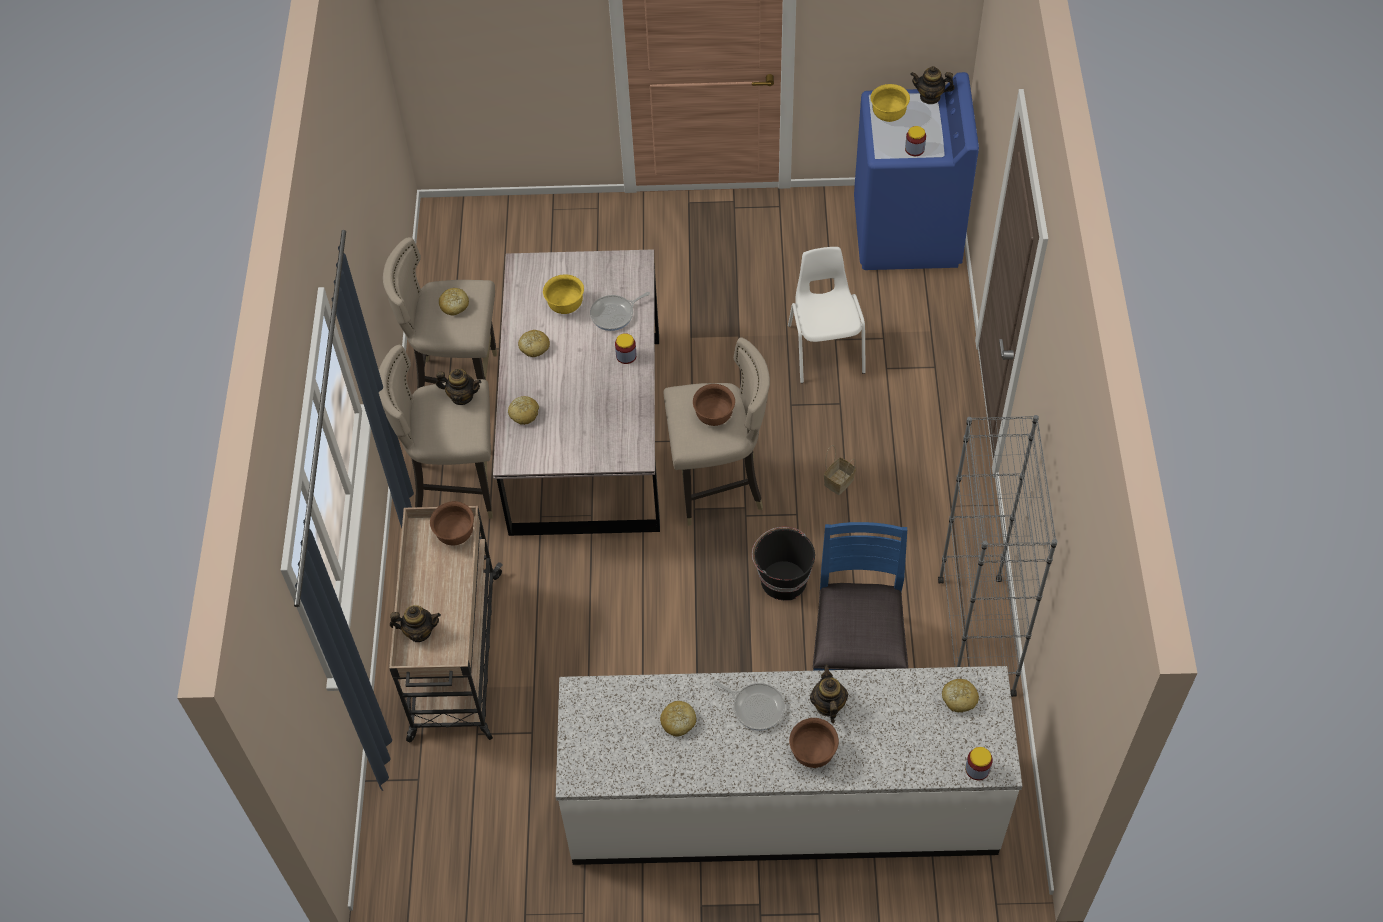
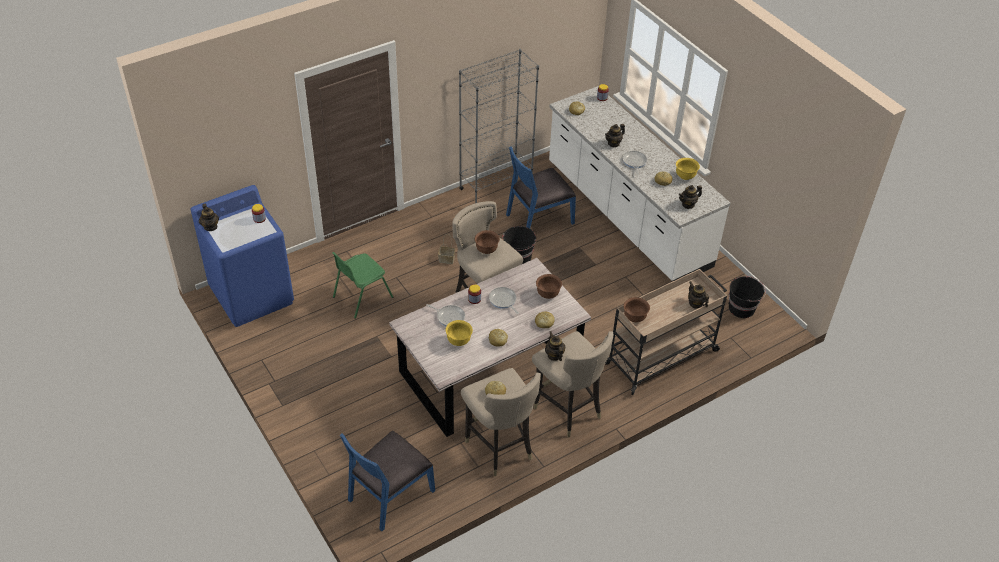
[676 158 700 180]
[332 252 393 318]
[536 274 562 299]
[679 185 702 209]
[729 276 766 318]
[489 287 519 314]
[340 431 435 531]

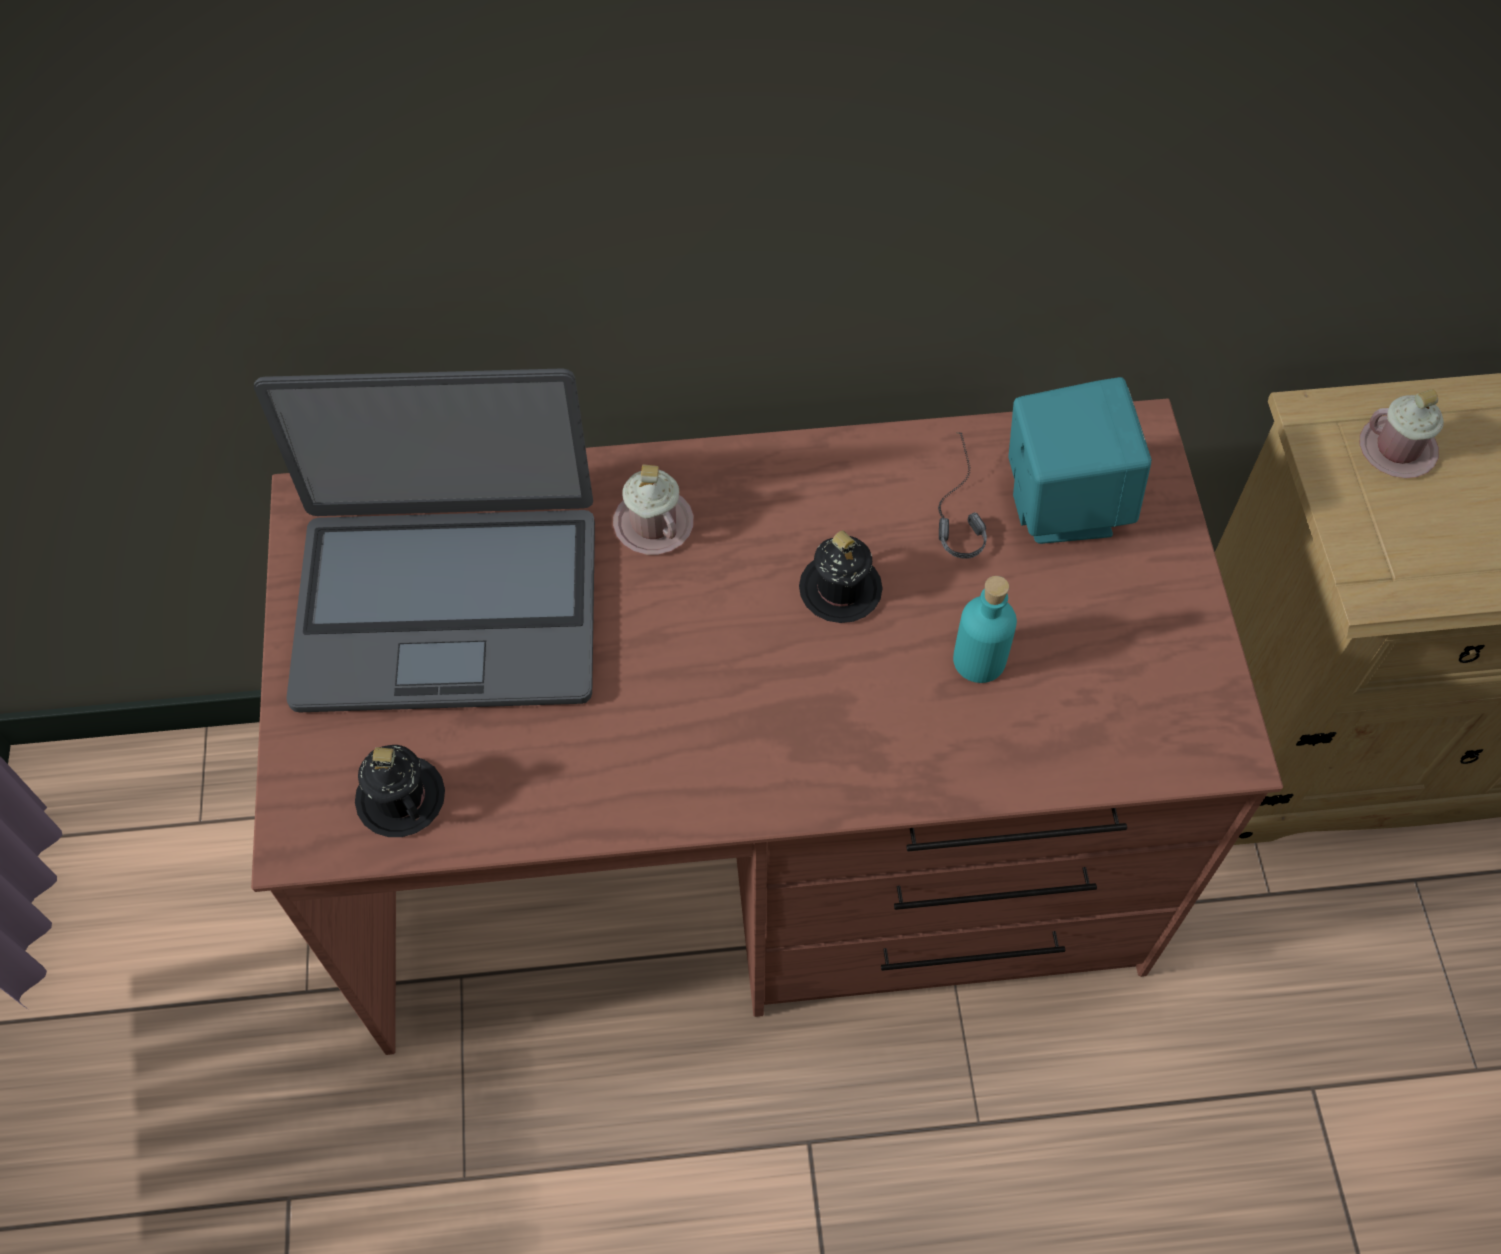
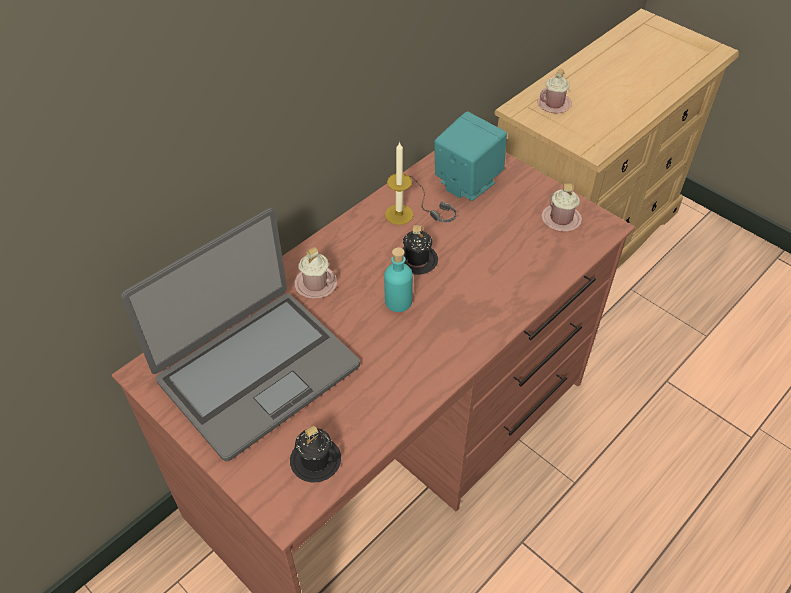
[384 247 413 312]
[385 141 413 225]
[541 184 582 232]

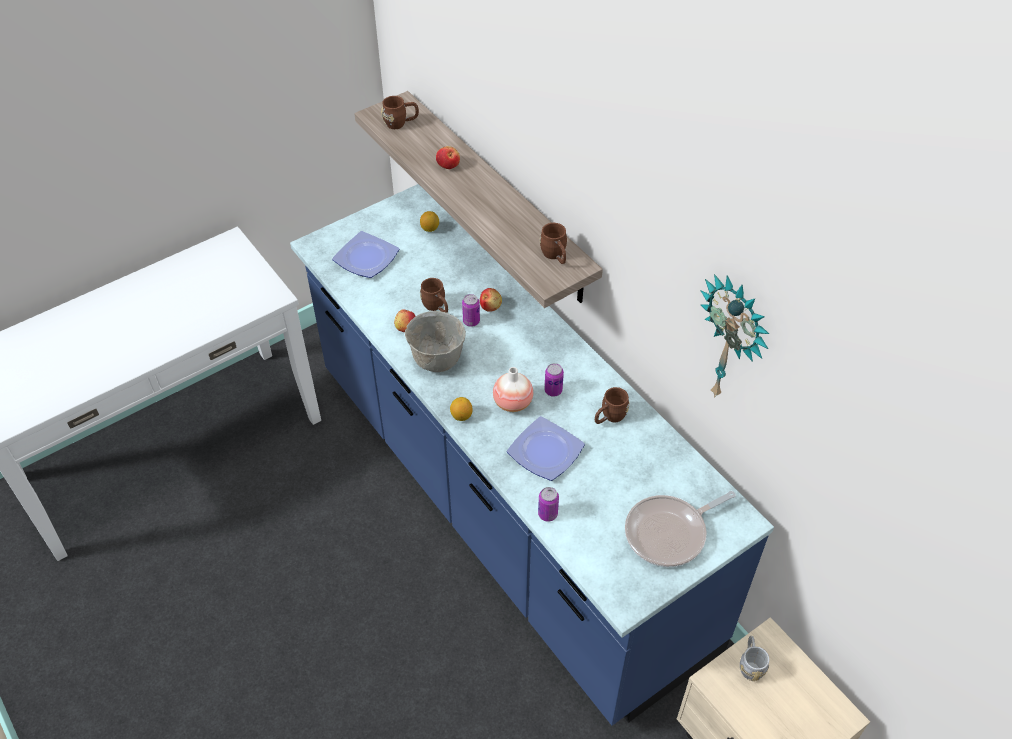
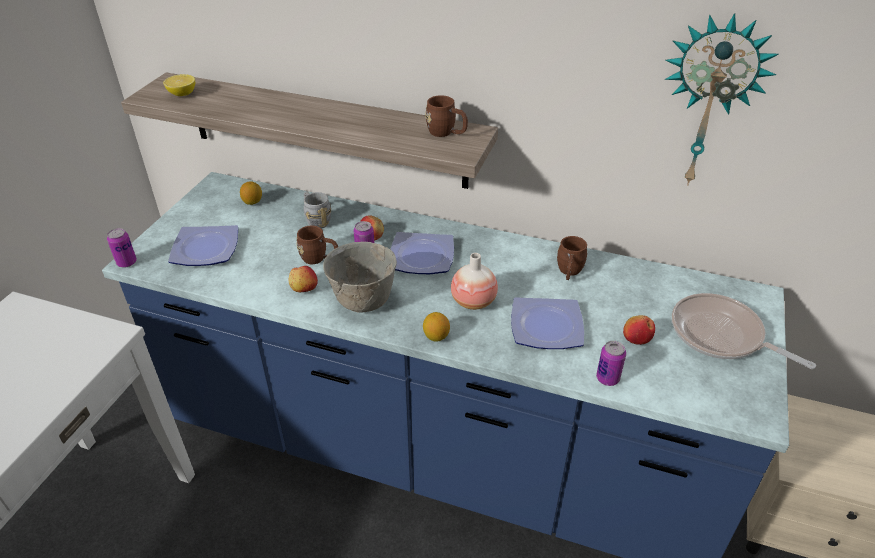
[163 74 195 96]
[623 315 655 345]
[107 228 137 268]
[672 293 816 369]
[304 191 331 229]
[390 232 454 274]

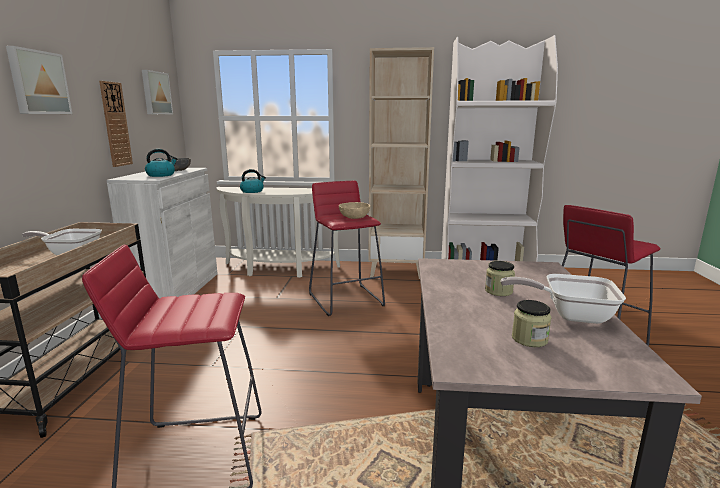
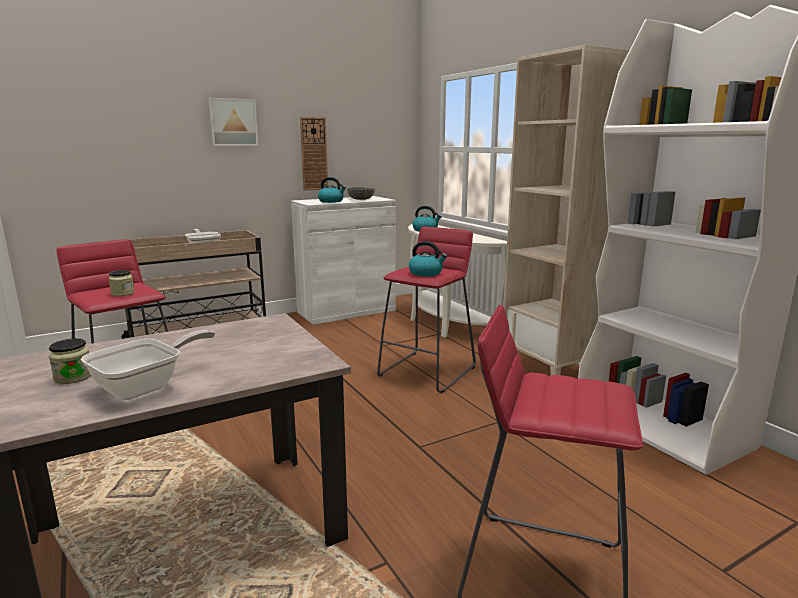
[142 70 173 114] (first image)
[409 241 447 276]
[109 270 134 296]
[81 330 215 400]

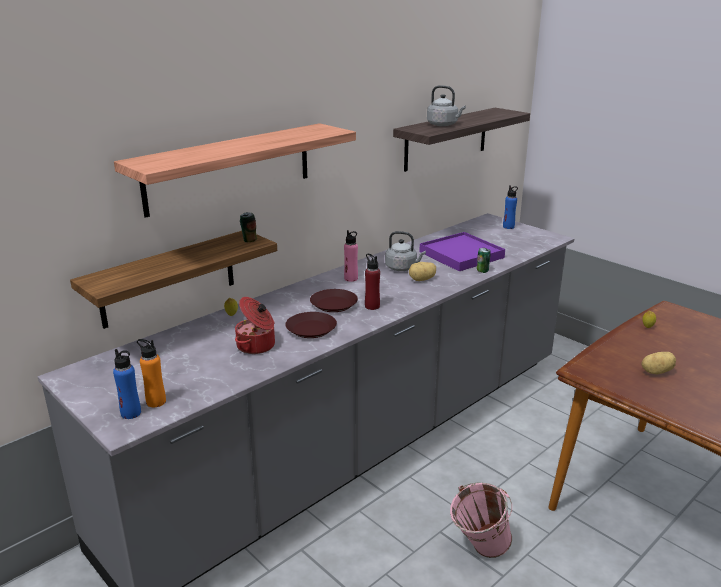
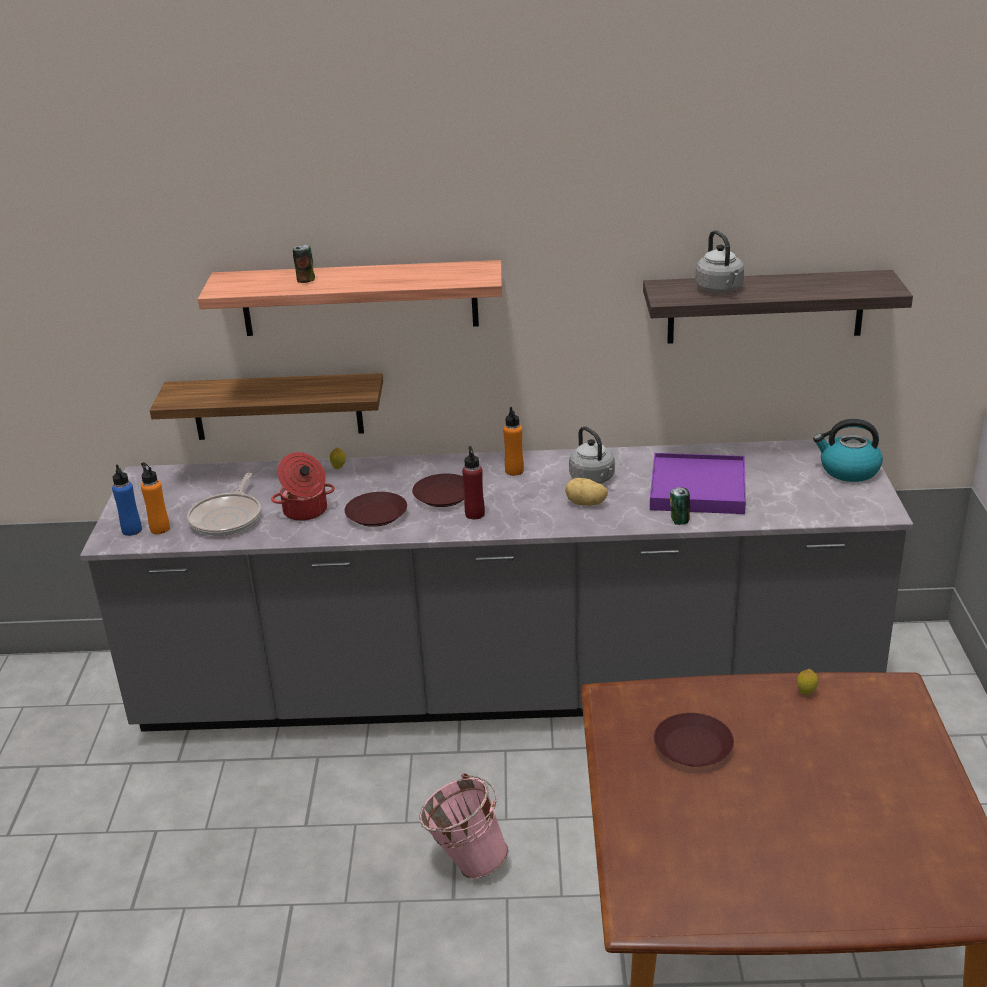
[813 419 883 482]
[293 245 315 283]
[503 407 524 476]
[654 713 734 767]
[187 473 261 536]

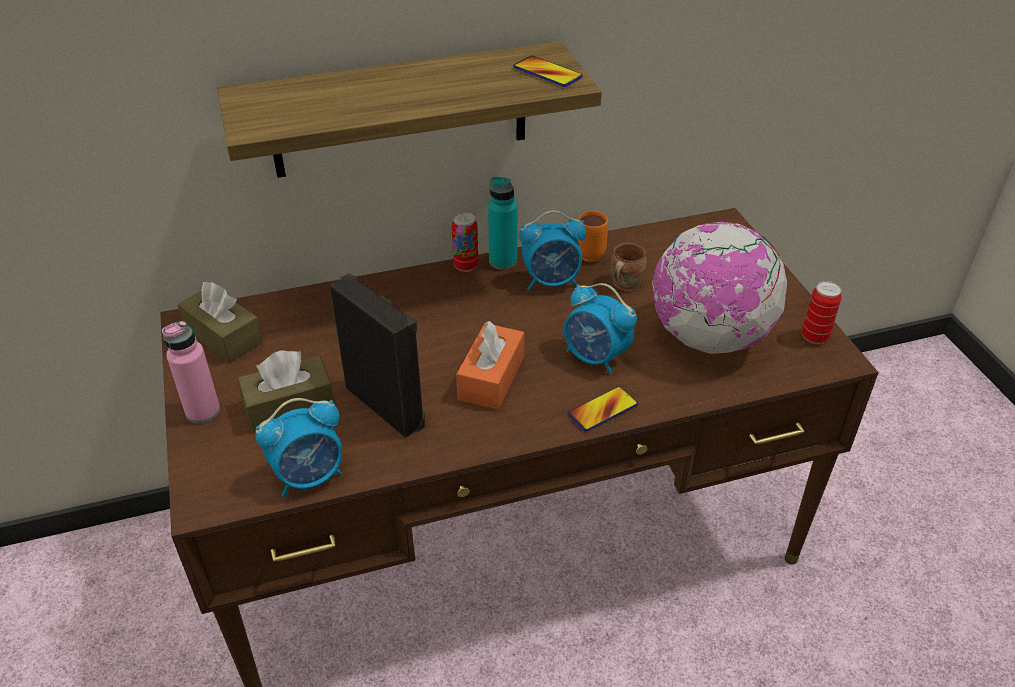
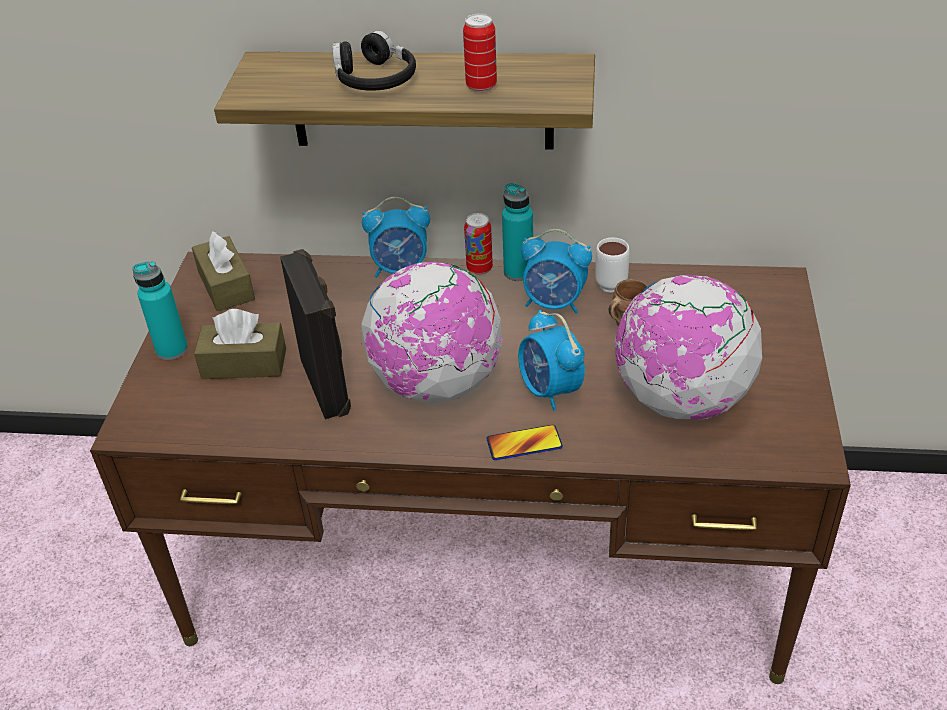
[513 56 583 87] (first image)
[595 238 630 293]
[463 13 497 92]
[132 261 188 360]
[361 262 502 403]
[362 197 430 278]
[332 30 416 91]

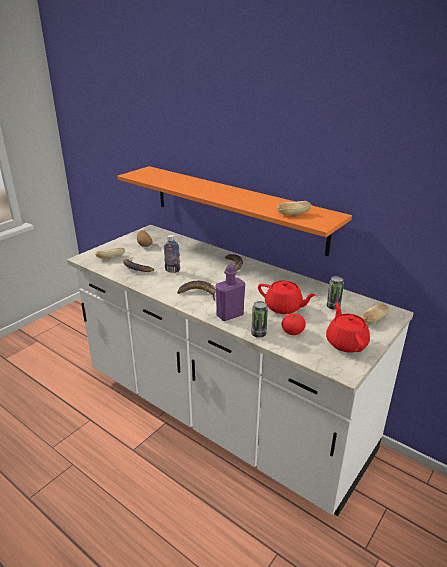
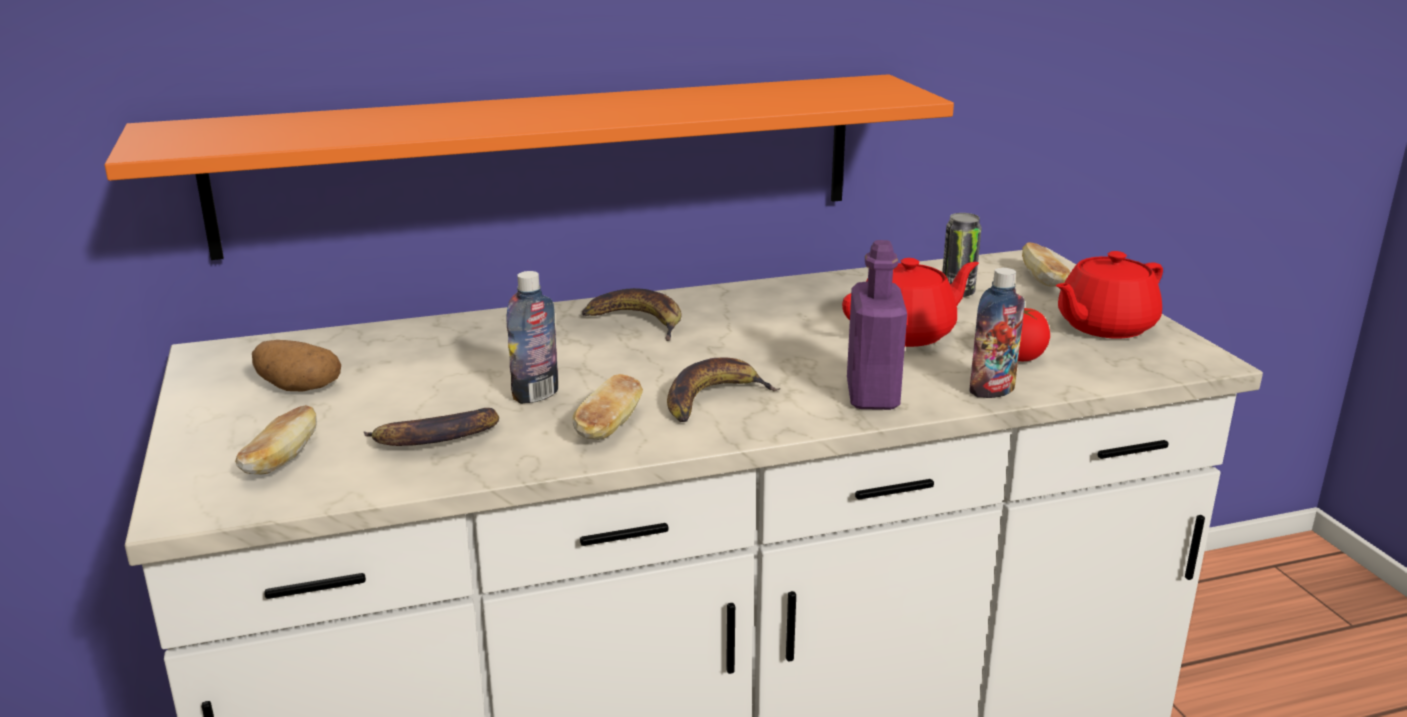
[573 374 643 440]
[970 268 1025 398]
[1056 251 1163 339]

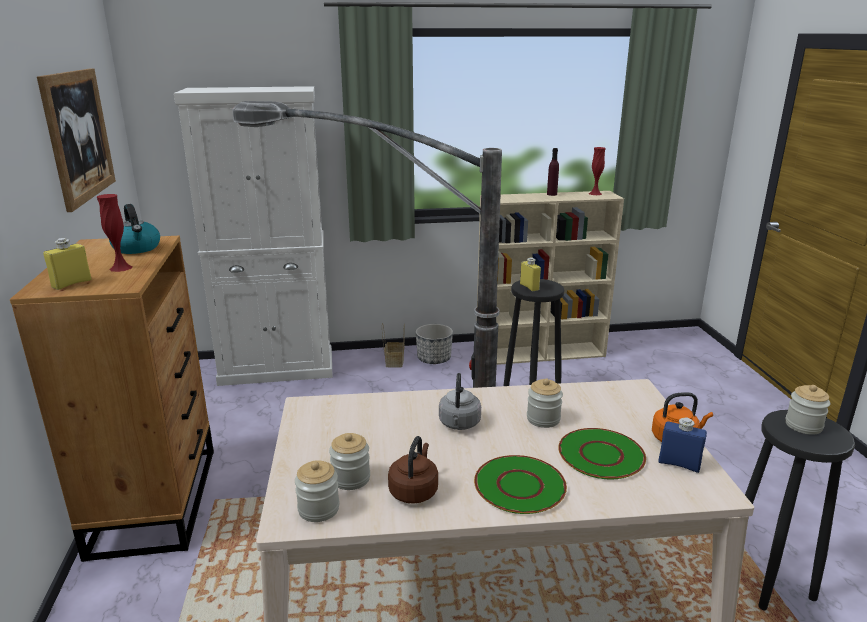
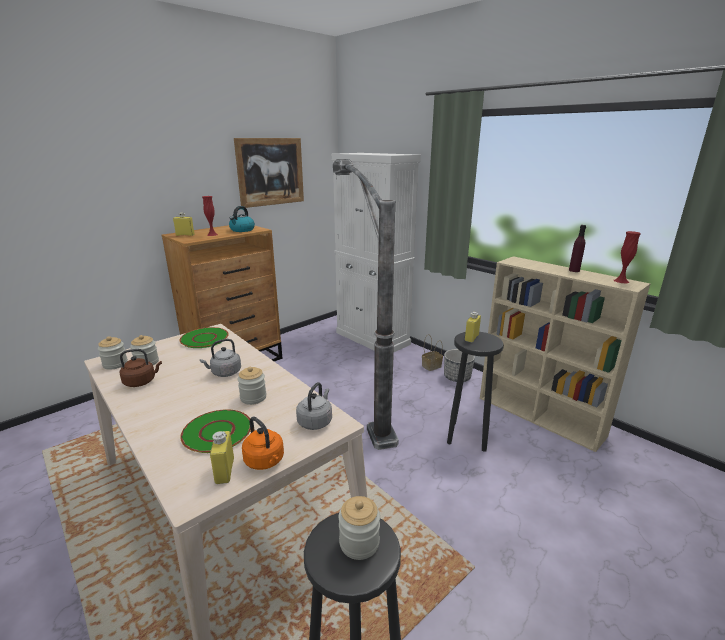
[210 431 234 484]
[180 327 229 348]
[296 382 332 430]

